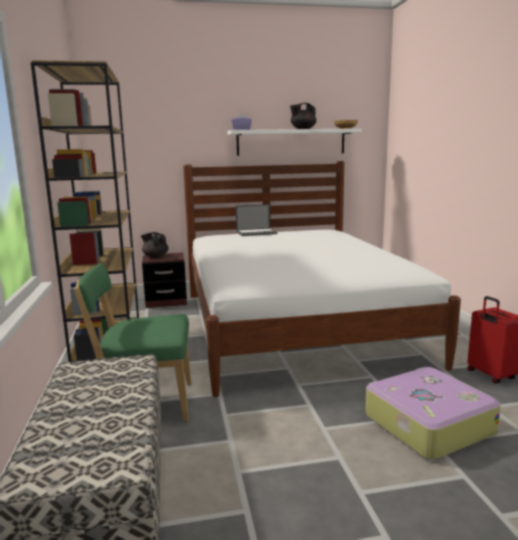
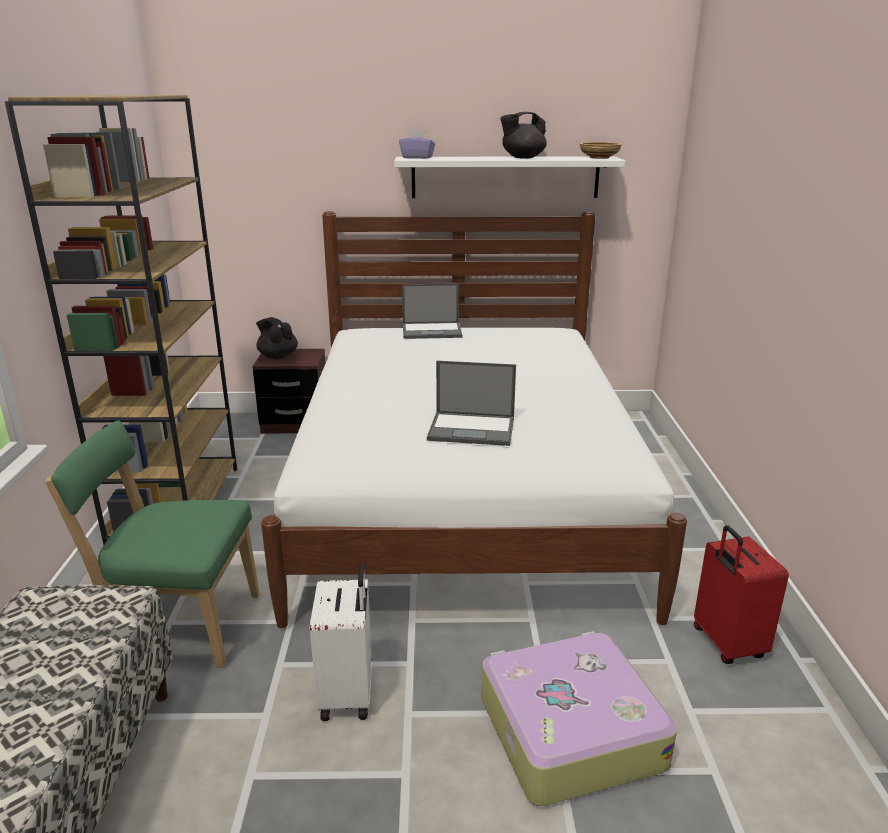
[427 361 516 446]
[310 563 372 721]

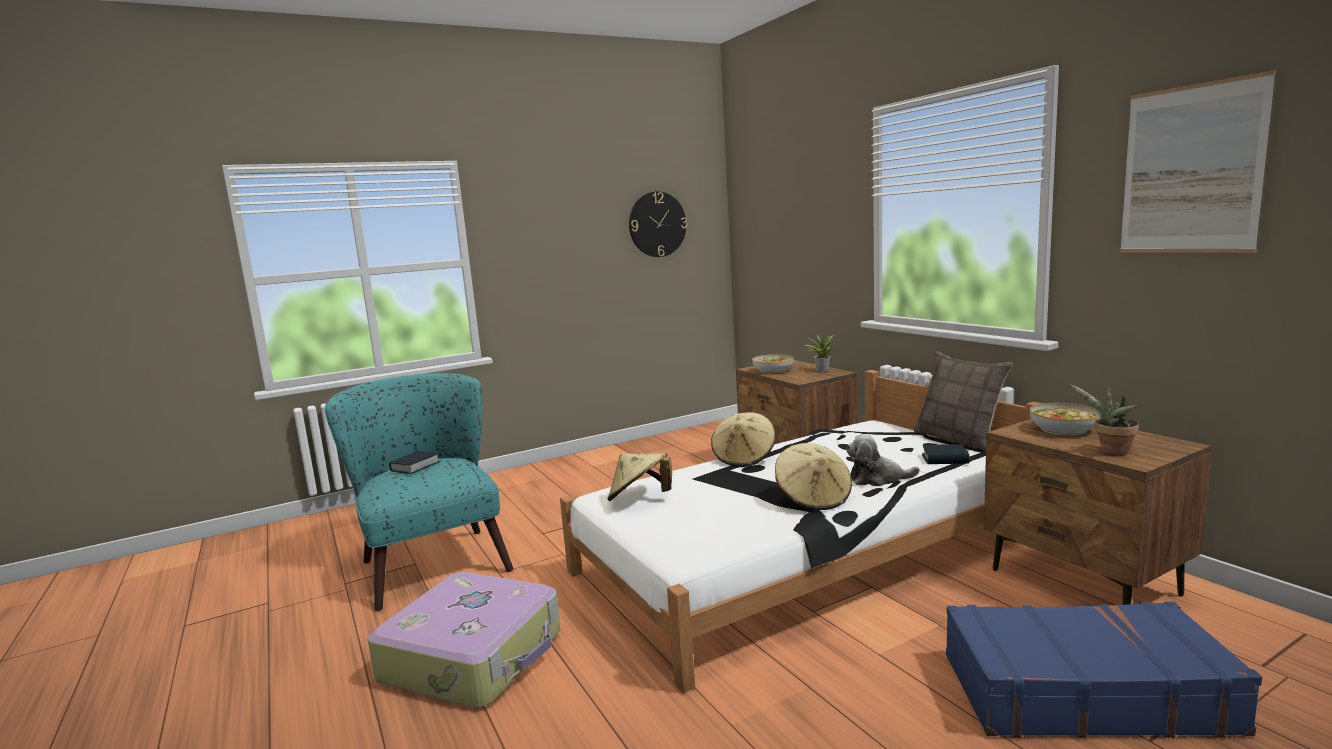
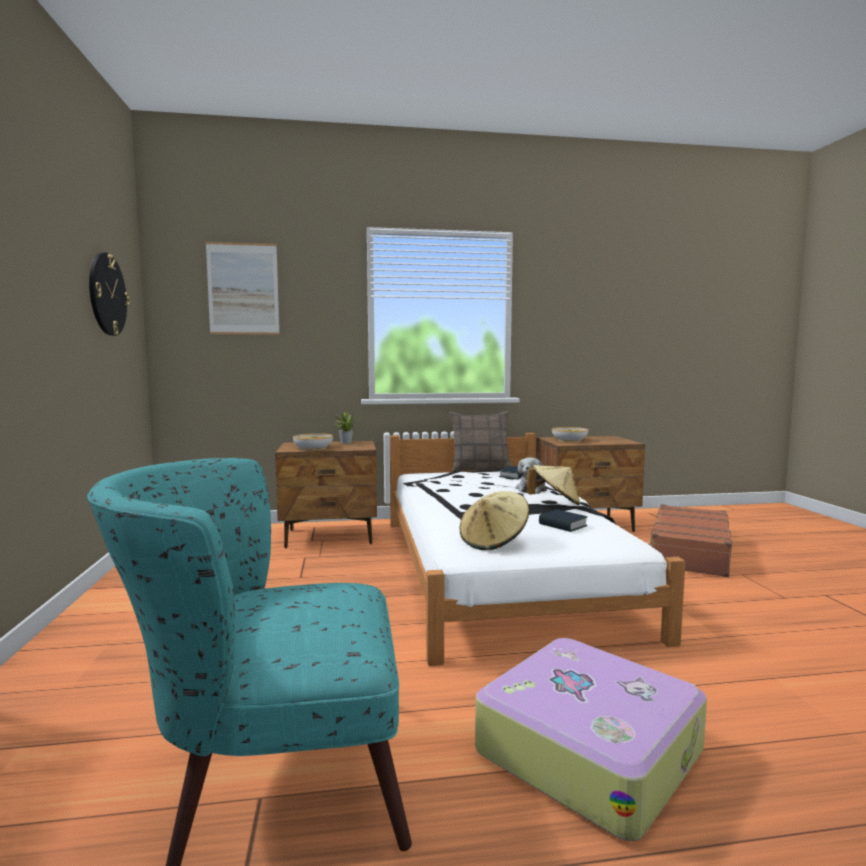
[206 242 280 335]
[1069 384 1139 455] (first image)
[711 412 775 467] (first image)
[539 510 588 532]
[649 504 732 577]

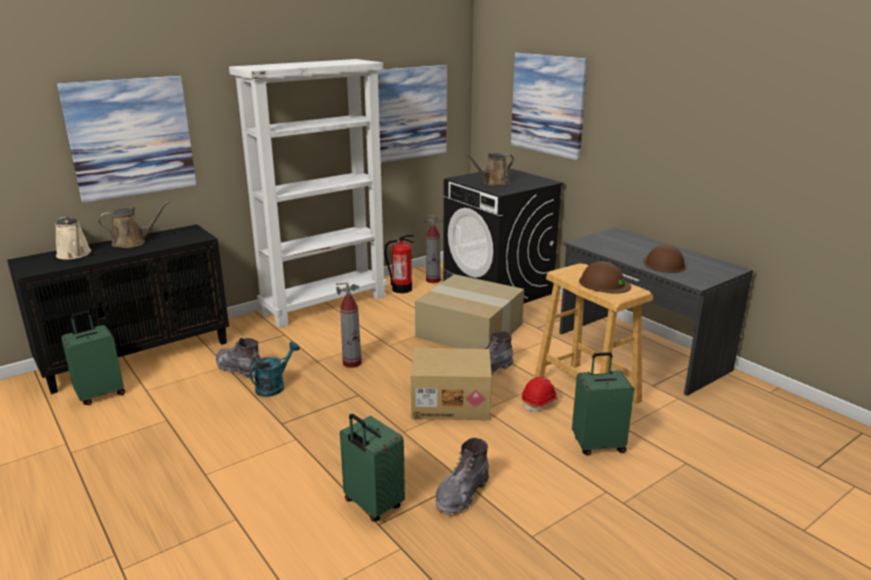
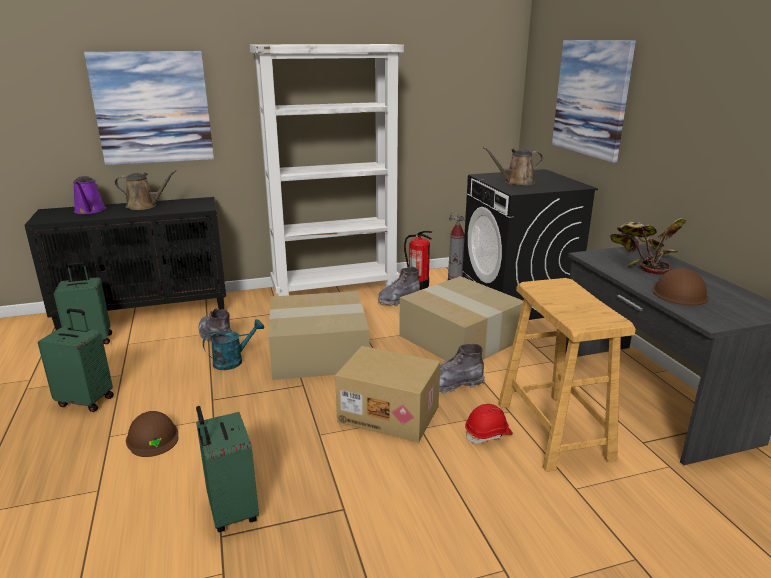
[378 65 447 163] (first image)
[73 176 106 214]
[126 411 178 457]
[269 291 369 380]
[38 308 114 412]
[378 267 420 306]
[610 218 686 275]

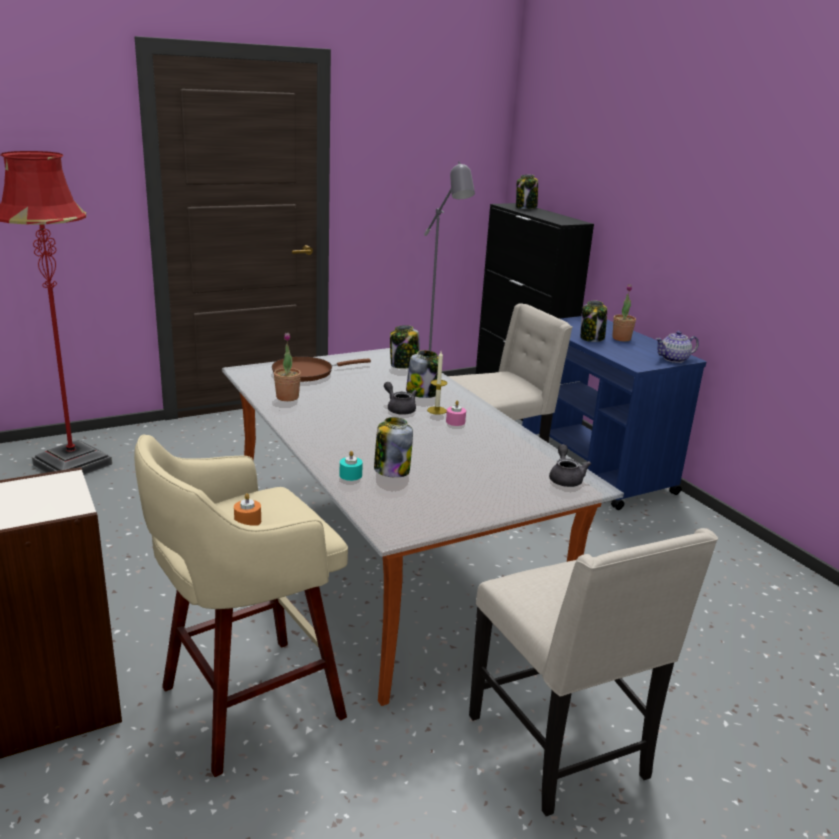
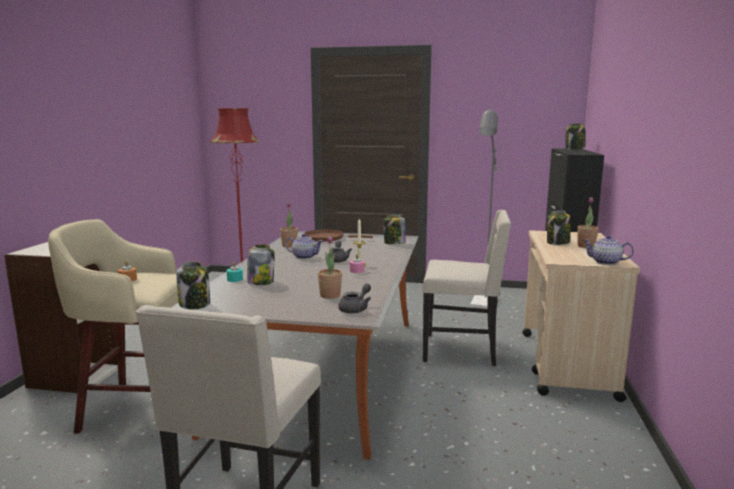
[522 230 640 402]
[176 262 210 309]
[285 234 323 259]
[318 236 342 299]

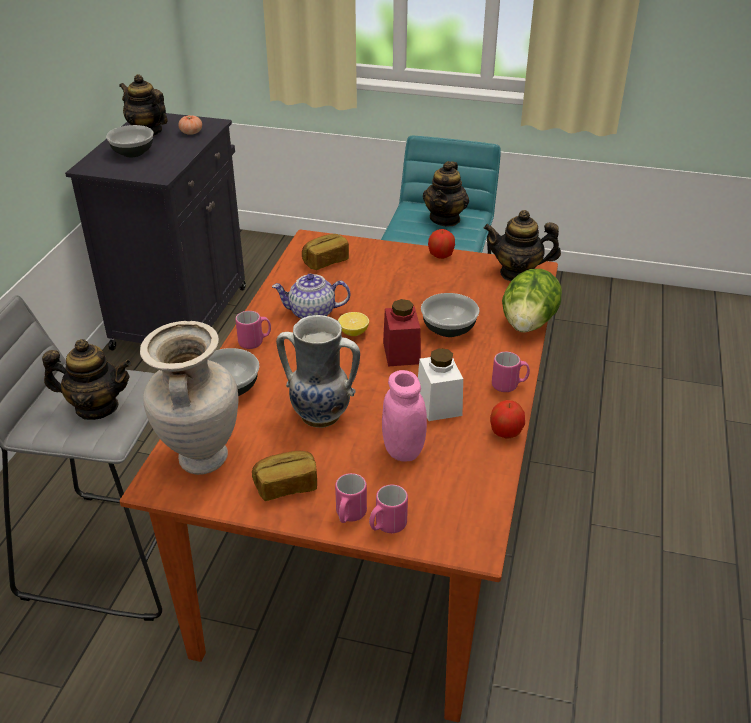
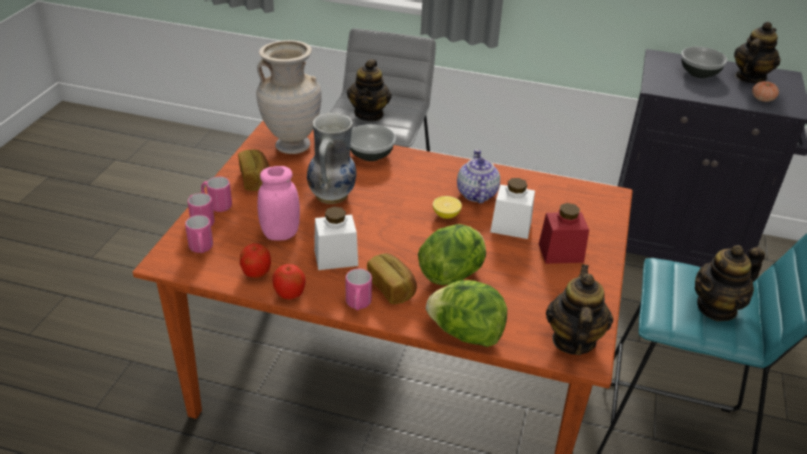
[695 245 765 321]
[240 243 271 278]
[367 253 417 304]
[418 224 486 285]
[539 203 589 264]
[185 215 213 253]
[490 178 535 239]

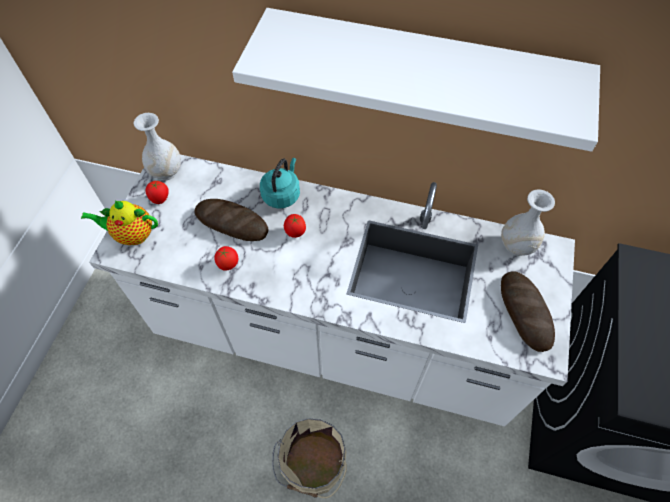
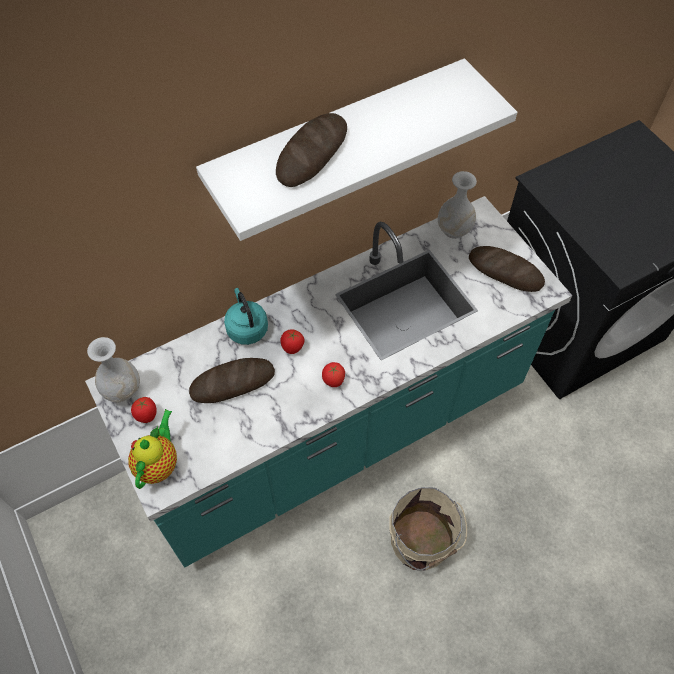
[85 196 573 567]
[128 409 177 489]
[322 362 345 387]
[276 113 347 187]

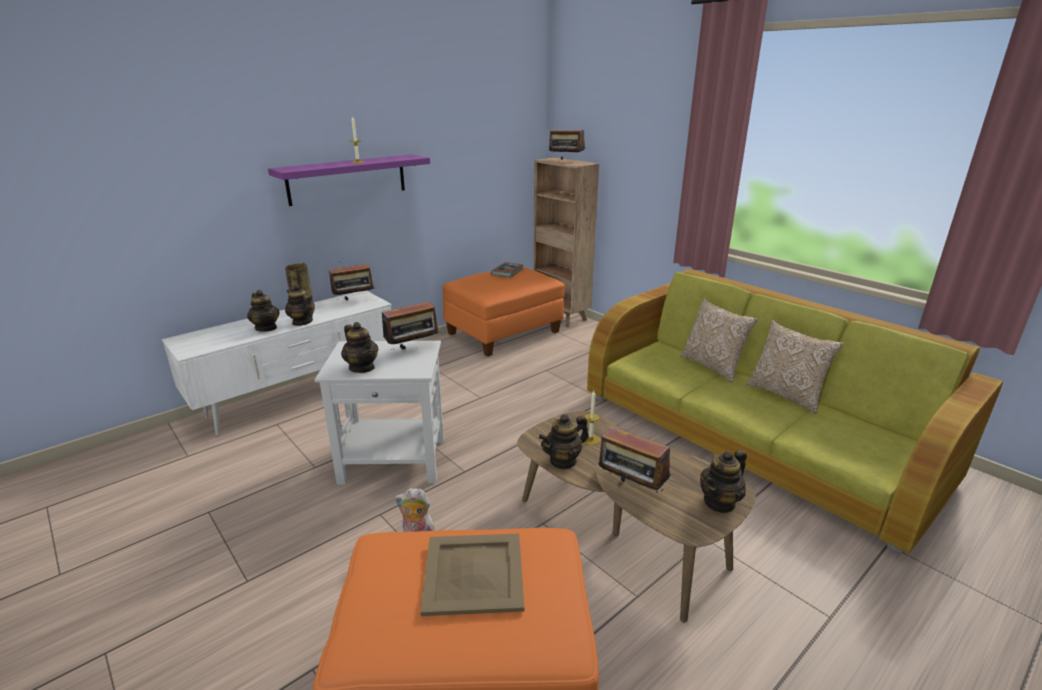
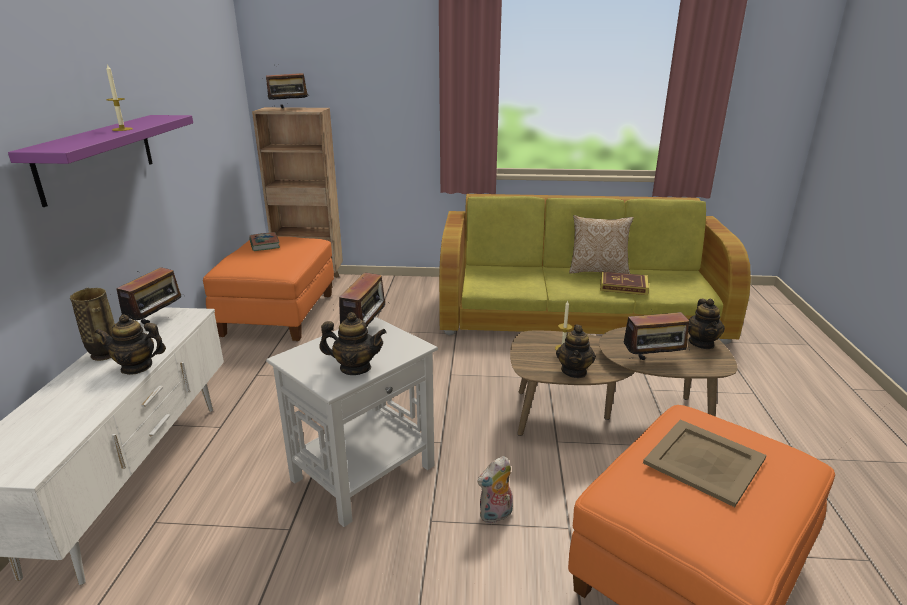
[247 290 279 332] (first image)
[680 298 758 383] (first image)
[600 271 649 295]

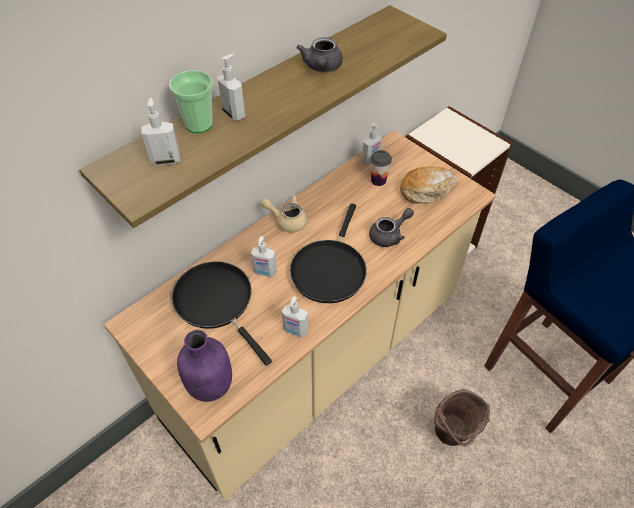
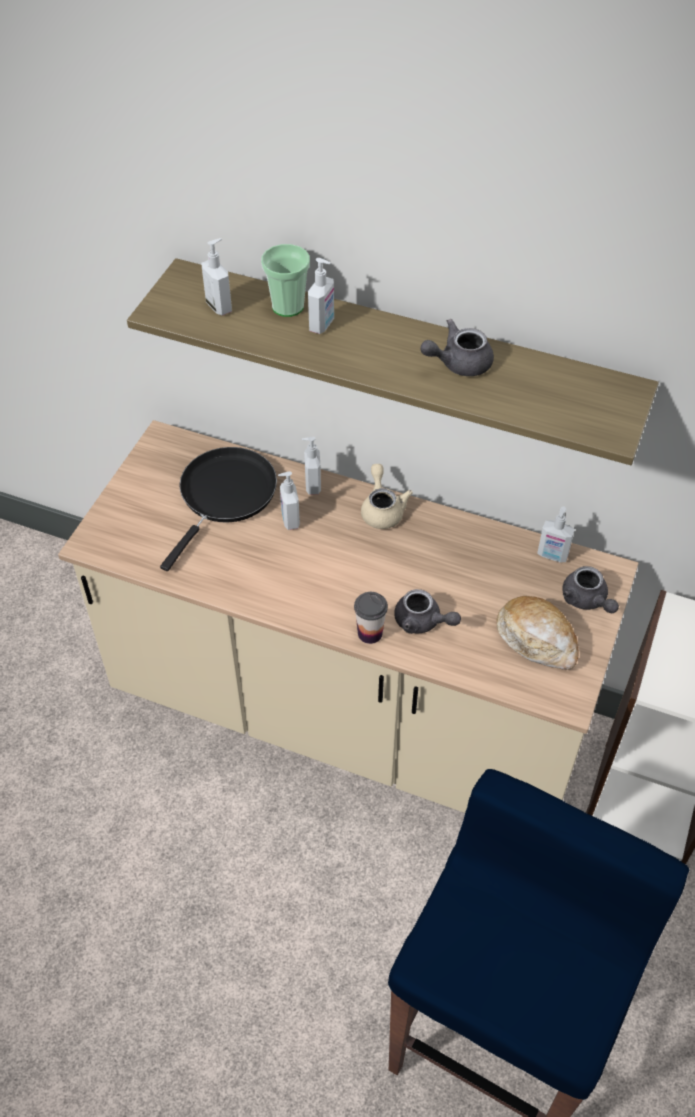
[354 592 388 644]
[290 203 367 303] (first image)
[302 437 321 495]
[177 330 232 402] (first image)
[434 389 490 446] (first image)
[562 566 619 613]

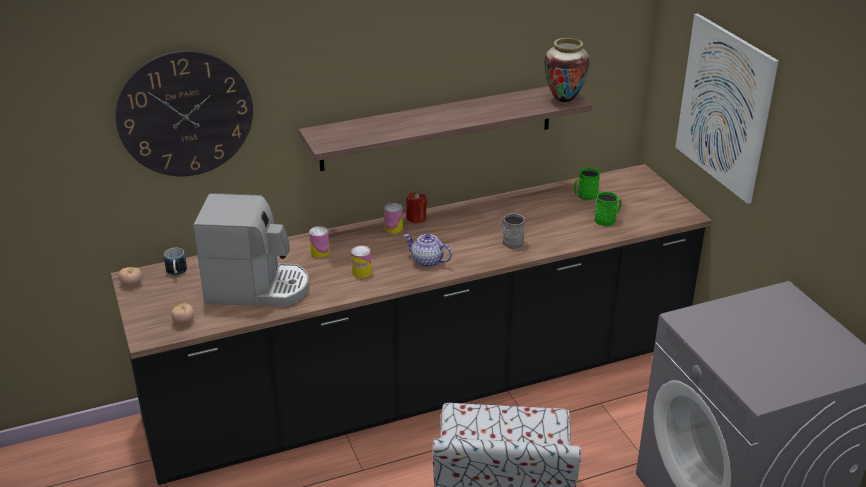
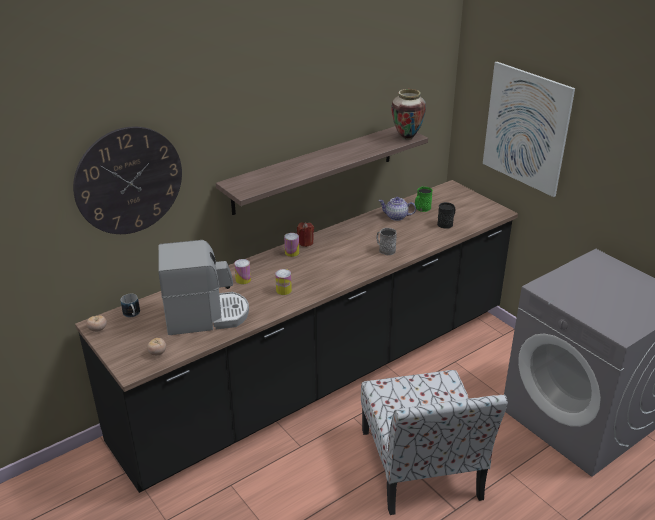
[437 202 455 229]
[379 197 416 221]

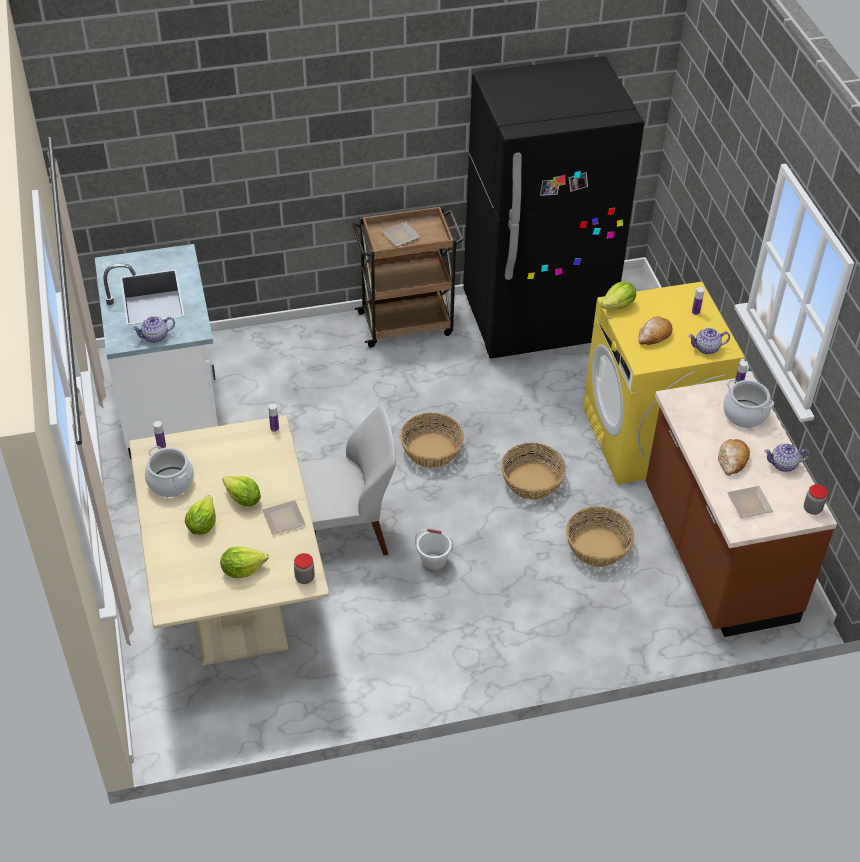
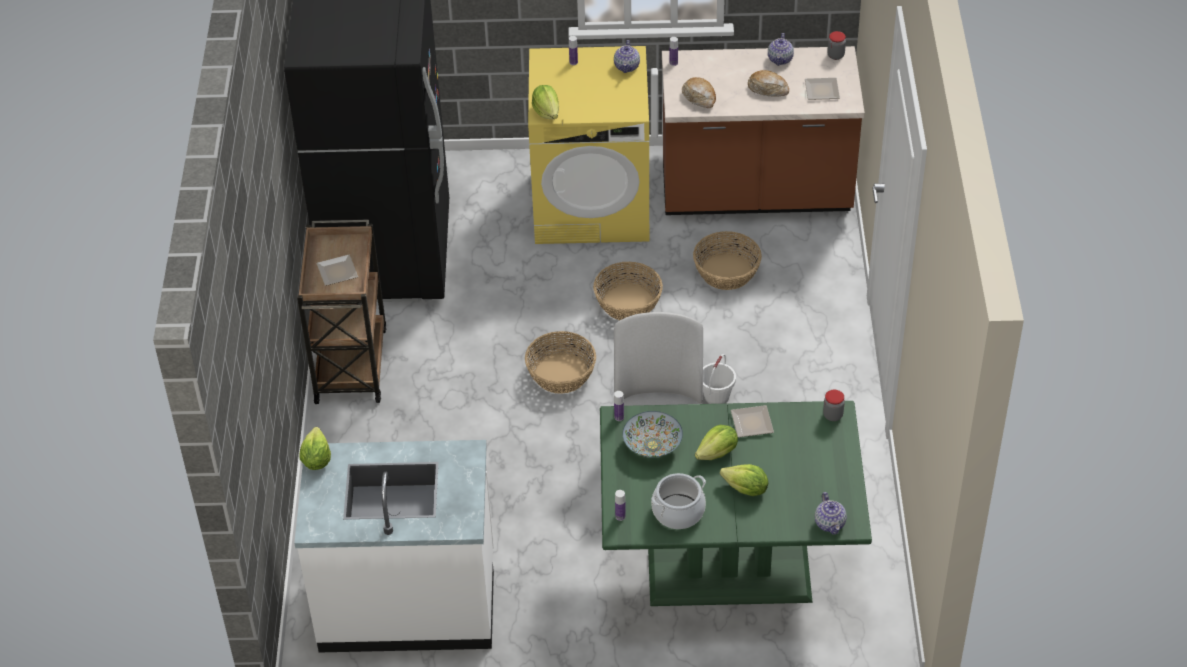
[815 492 847 535]
[682 77 716 108]
[723 379 774 428] (first image)
[600 401 872 606]
[299 427 331 470]
[623 411 683 458]

